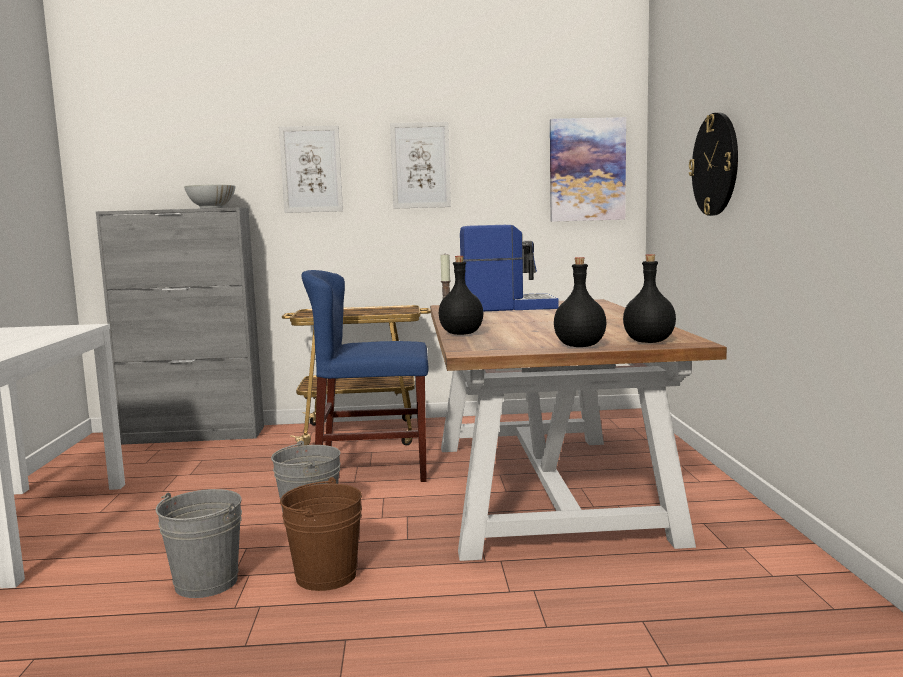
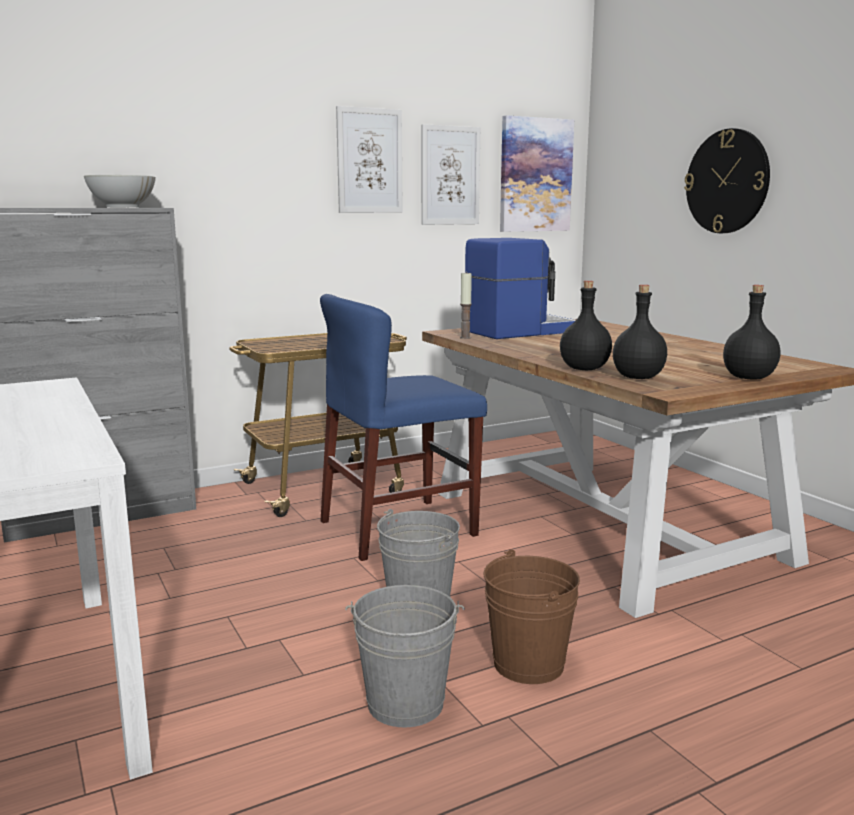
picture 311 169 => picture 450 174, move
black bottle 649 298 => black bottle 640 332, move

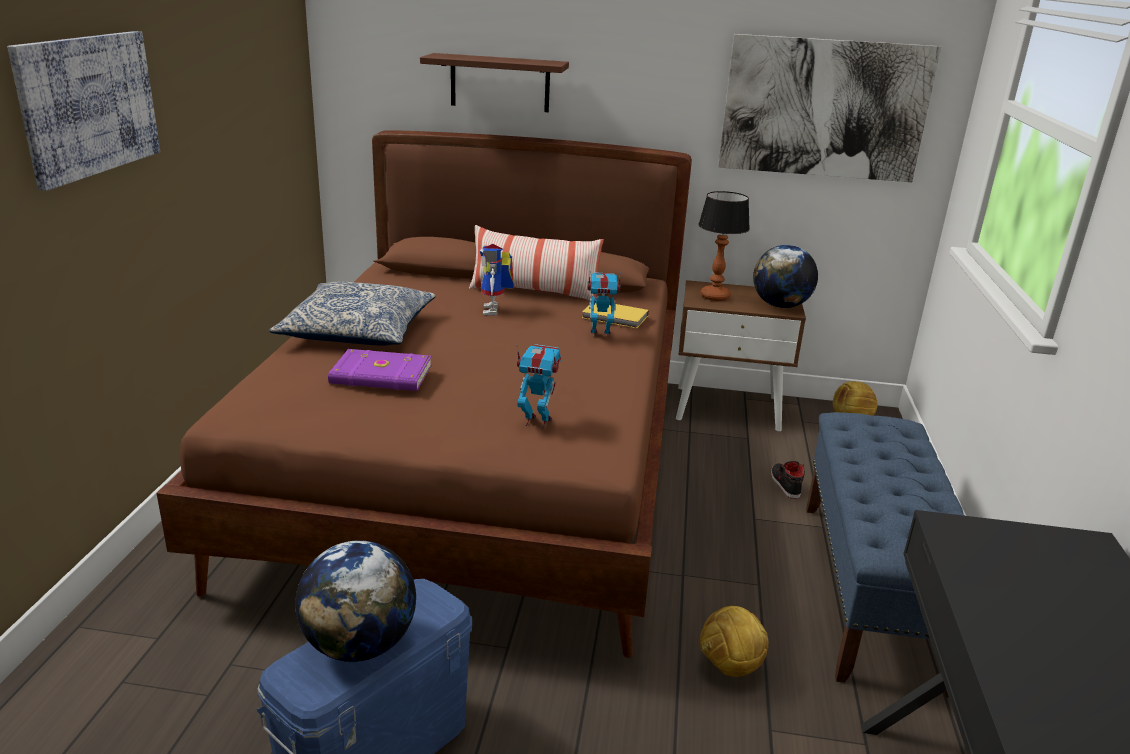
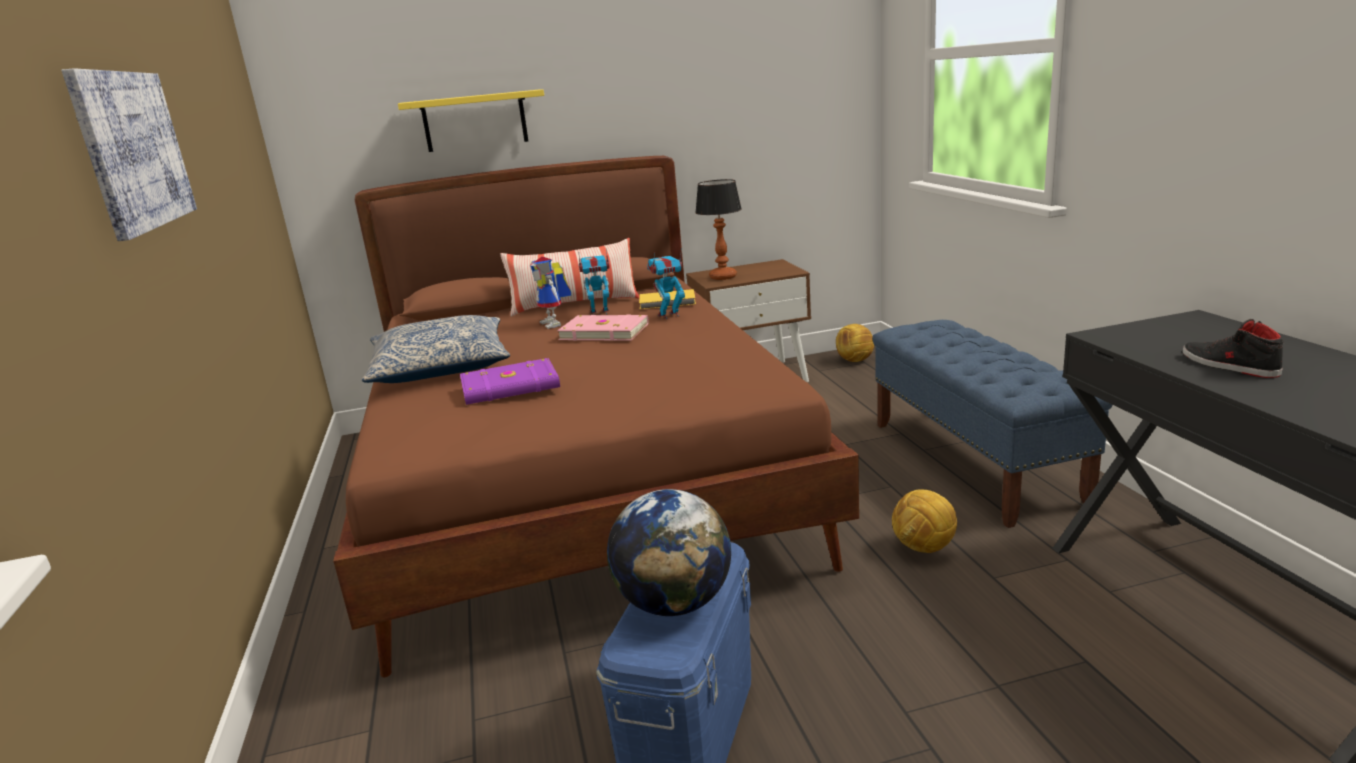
picture 829 108 => nothing
brown shelf 494 82 => yellow shelf 471 120
globe 785 276 => nothing
toy robot 539 386 => toy robot 594 281, move
black shoe 788 480 => black shoe 1232 348, move
nothing => pink book 603 328

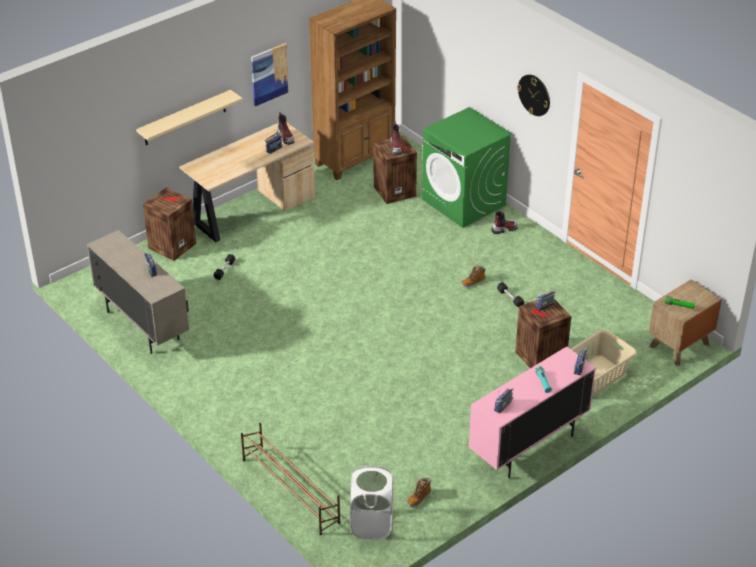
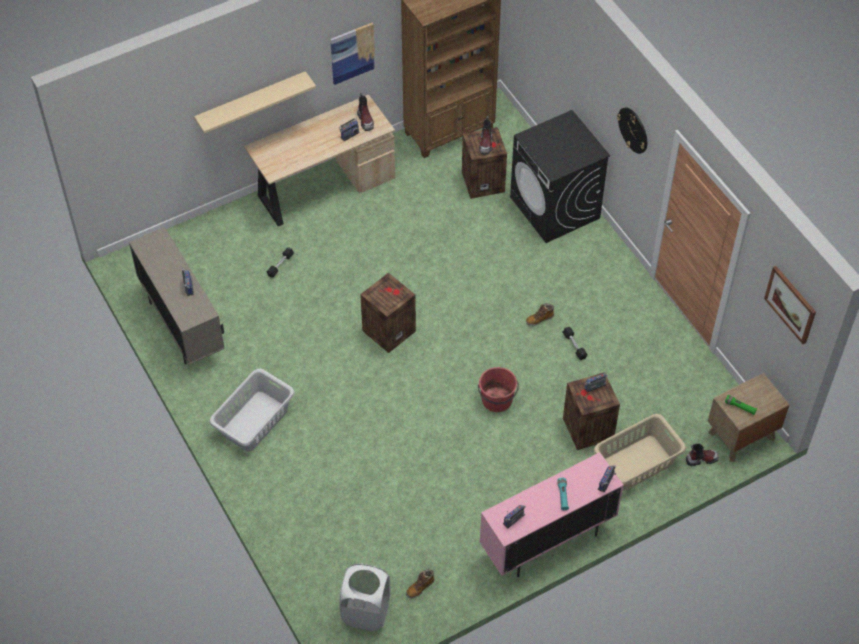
green washing machine 467 167 => black washing machine 560 176
crate 169 224 => crate 388 313, move
boot 504 223 => boot 702 455, move
brown shoe rack 290 479 => nothing
nothing => picture 790 305
nothing => red bucket 498 389
nothing => grey laundry basket 252 410

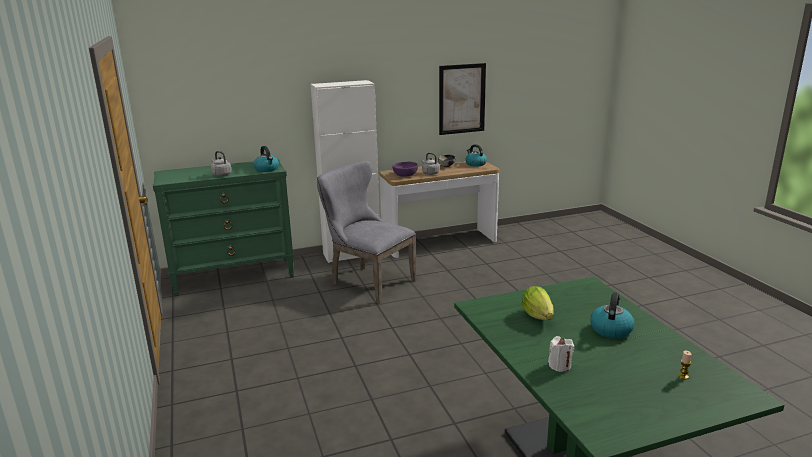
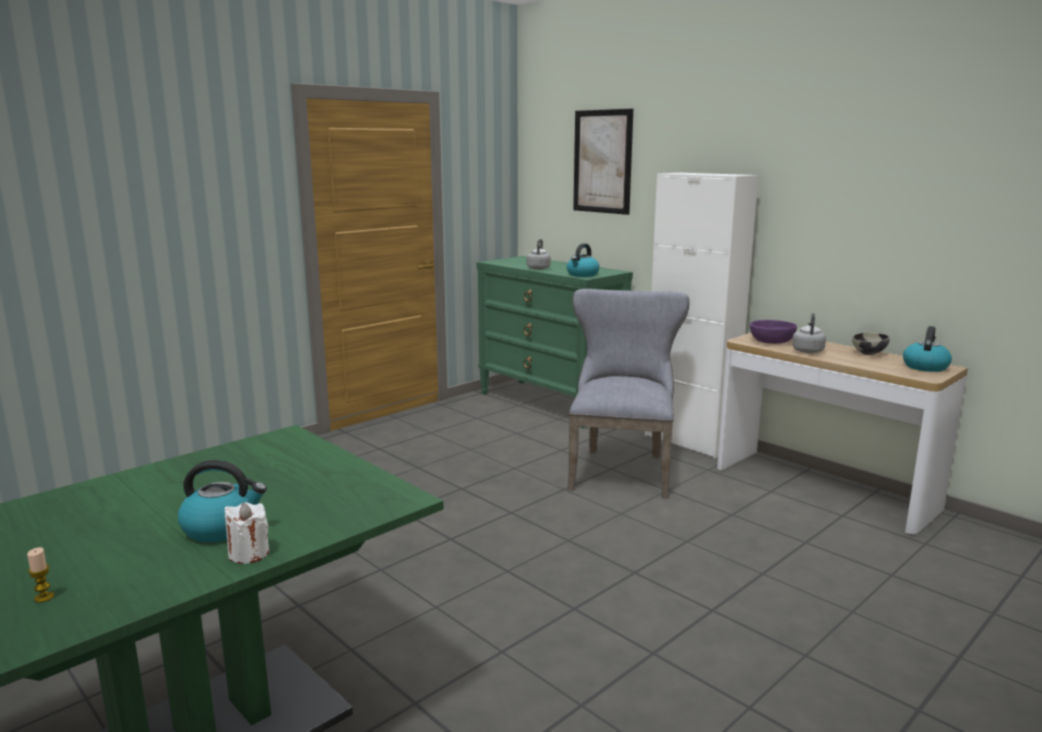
picture 462 99 => picture 603 162, move
lettuce 538 303 => nothing
white candle 561 354 => white candle 246 533, move

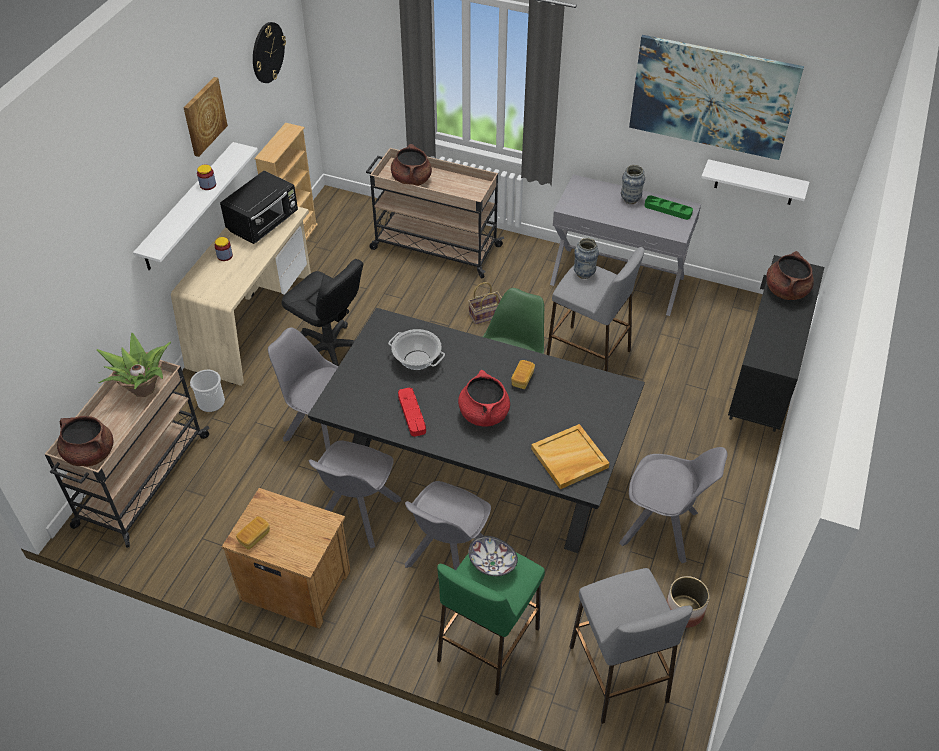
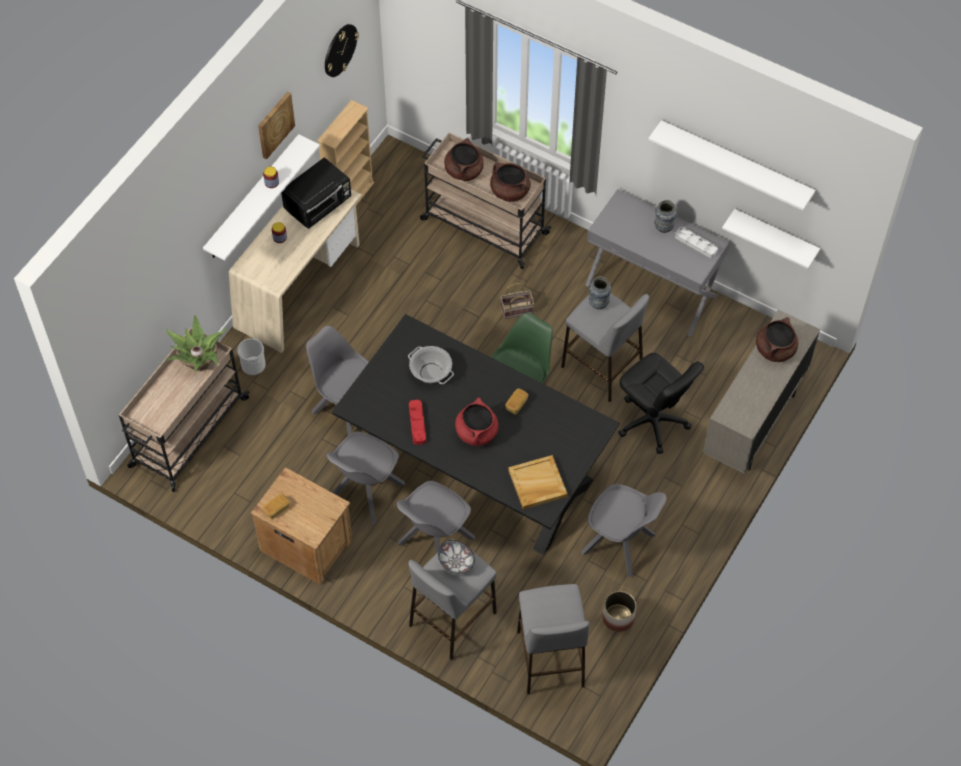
picture 716 97 => white shelf 731 165
green tray 668 207 => white tray 696 242
black cabinet 776 343 => beige cabinet 761 392
black office chair 322 312 => black office chair 661 403, move
brown cooking pot 85 441 => brown cooking pot 510 182, move
green stool 491 623 => grey stool 452 599

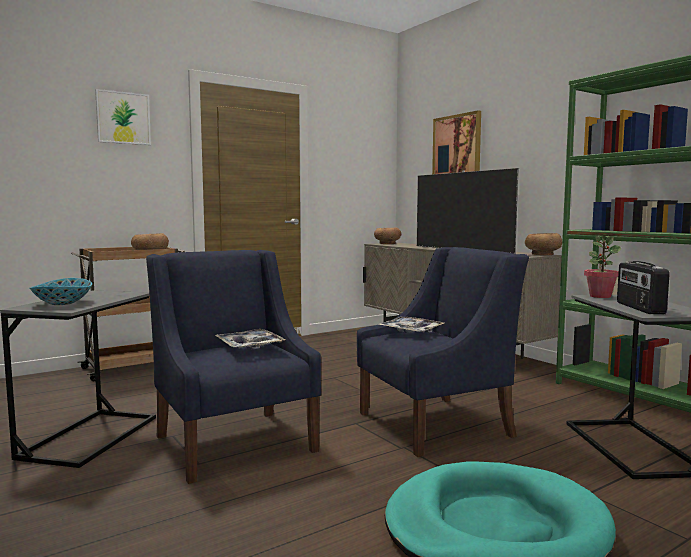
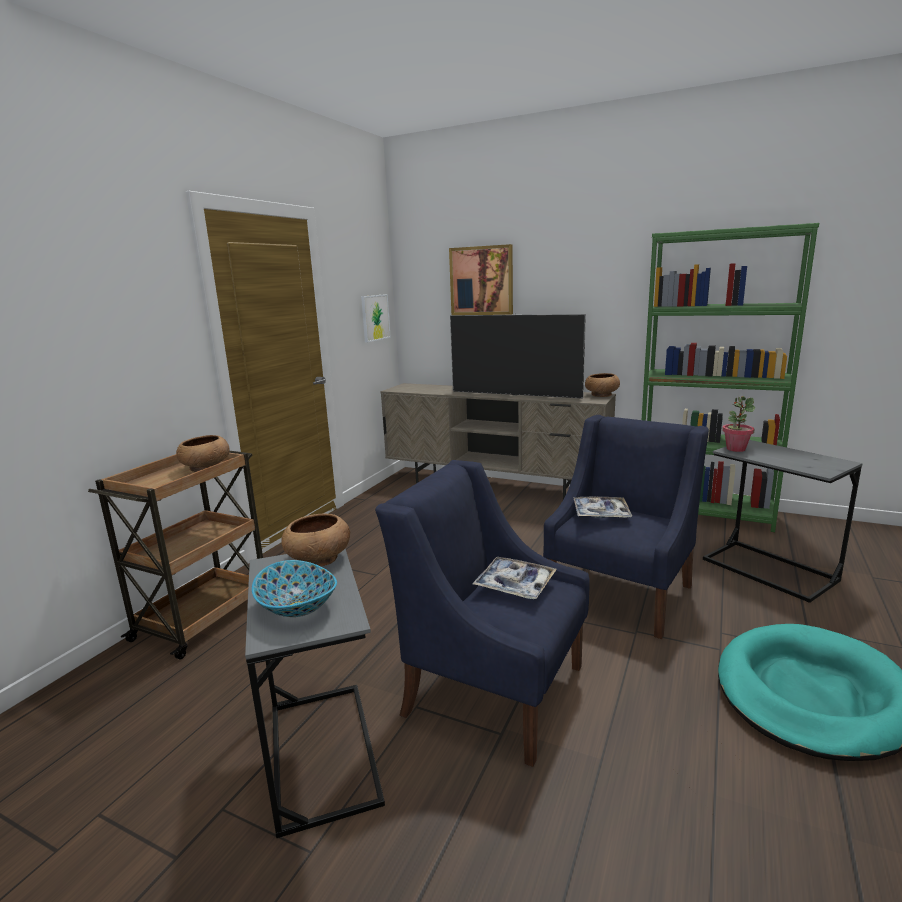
picture 123 117 => picture 376 318, move
brown bowl 387 236 => brown bowl 315 540, move
radio 643 287 => nothing

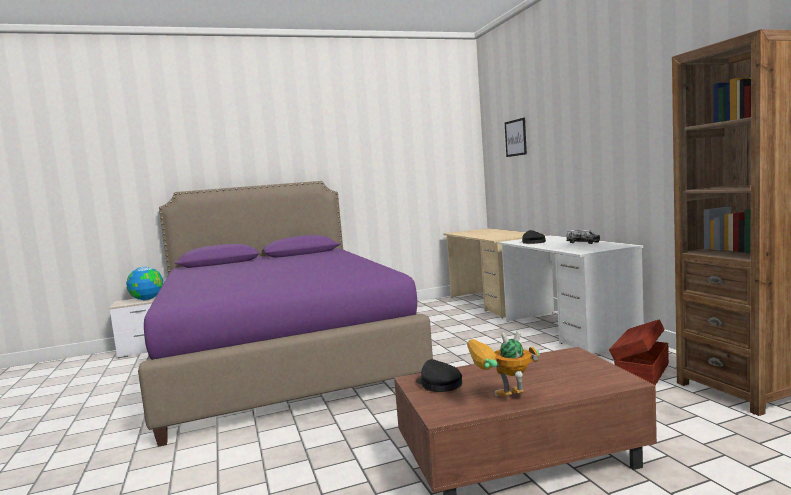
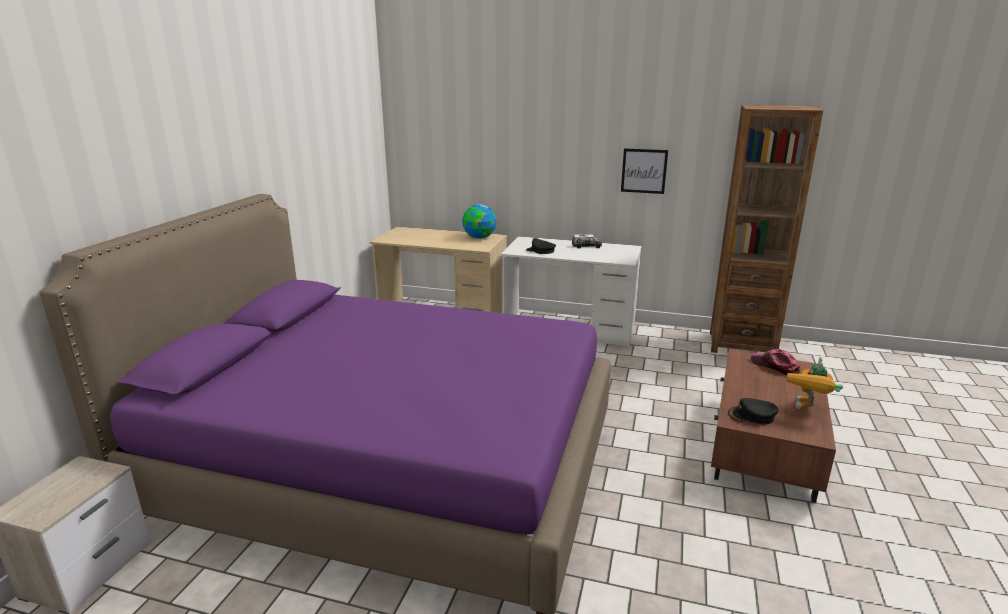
picture 516 137 => picture 644 171, move
globe 145 283 => globe 479 221, move
brown storage box 639 352 => nothing
nothing => cap 775 362

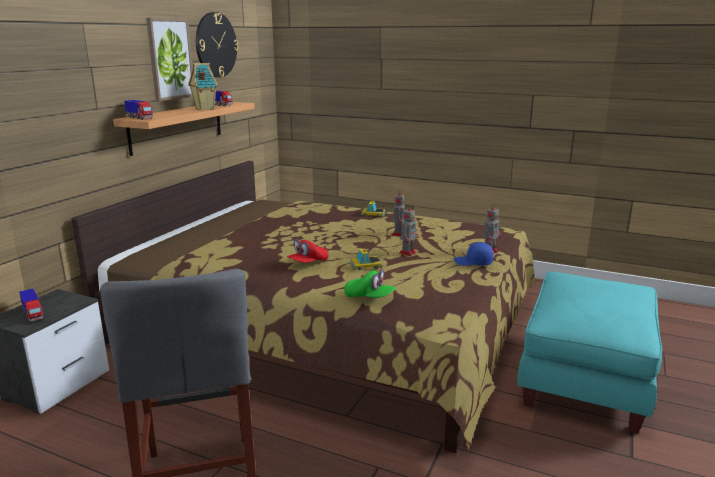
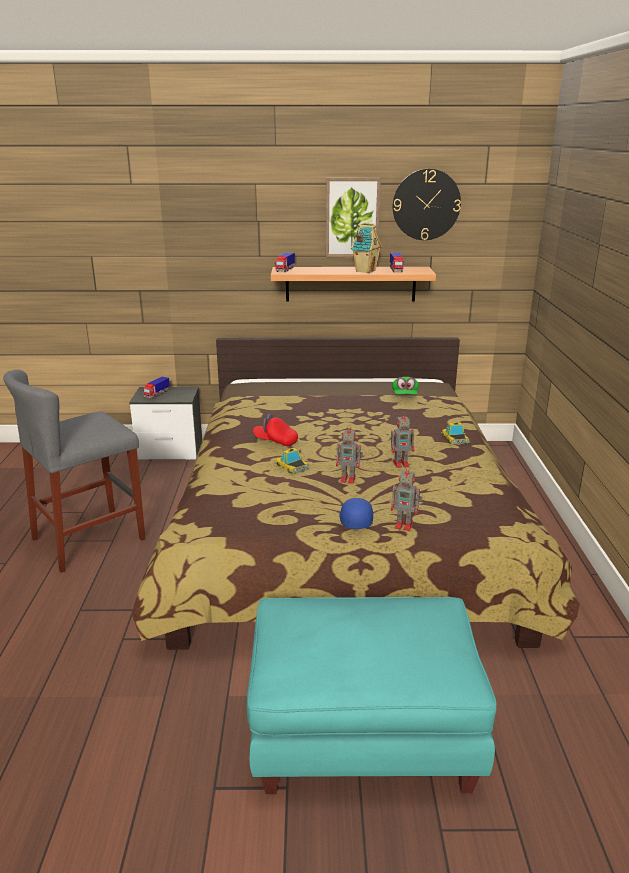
green cap 369 283 => green cap 405 386, move

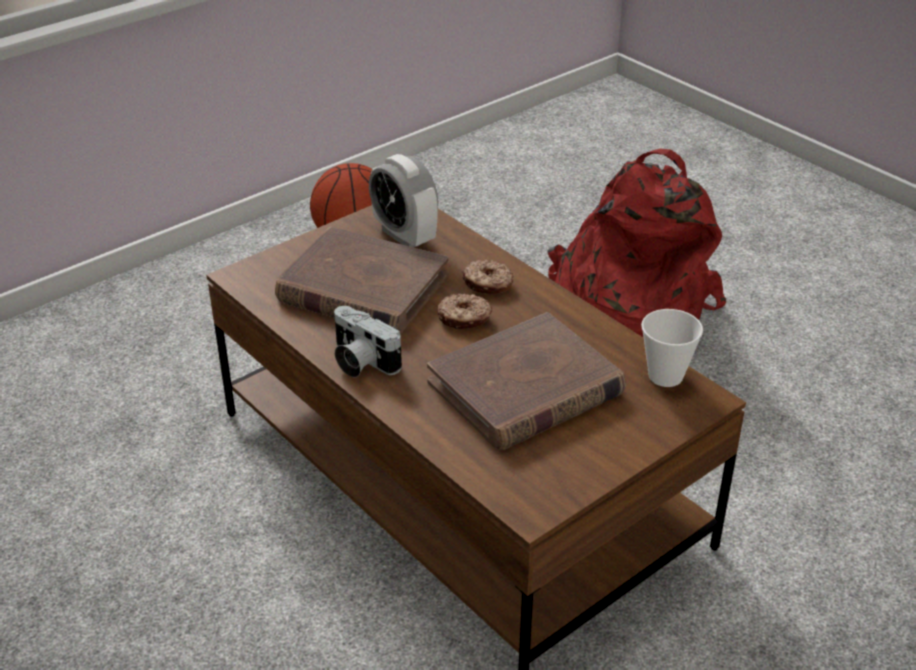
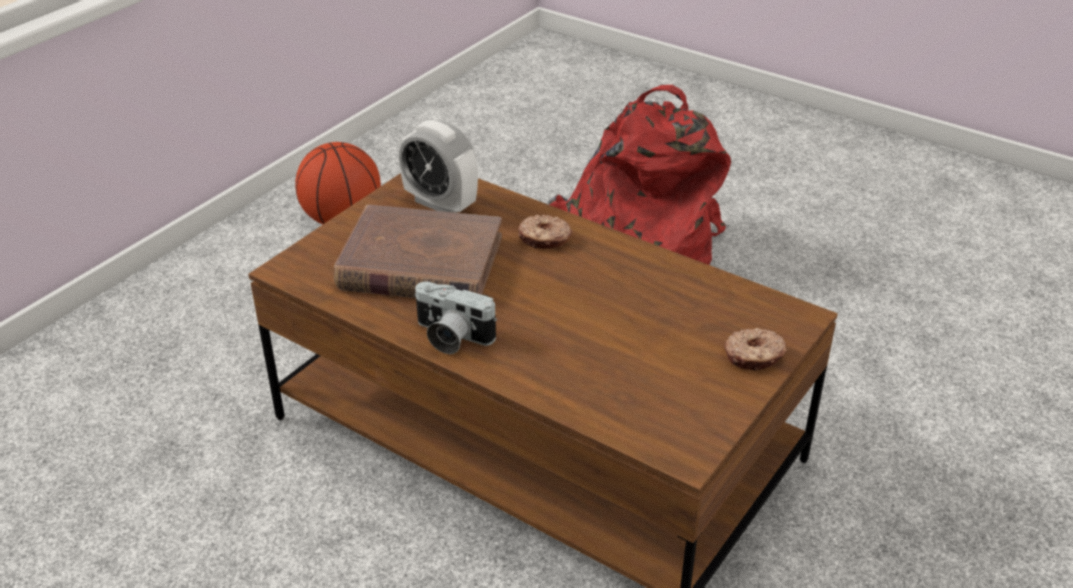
donut 465 311 => donut 756 349, move
cup 672 348 => nothing
brown book 526 381 => nothing

